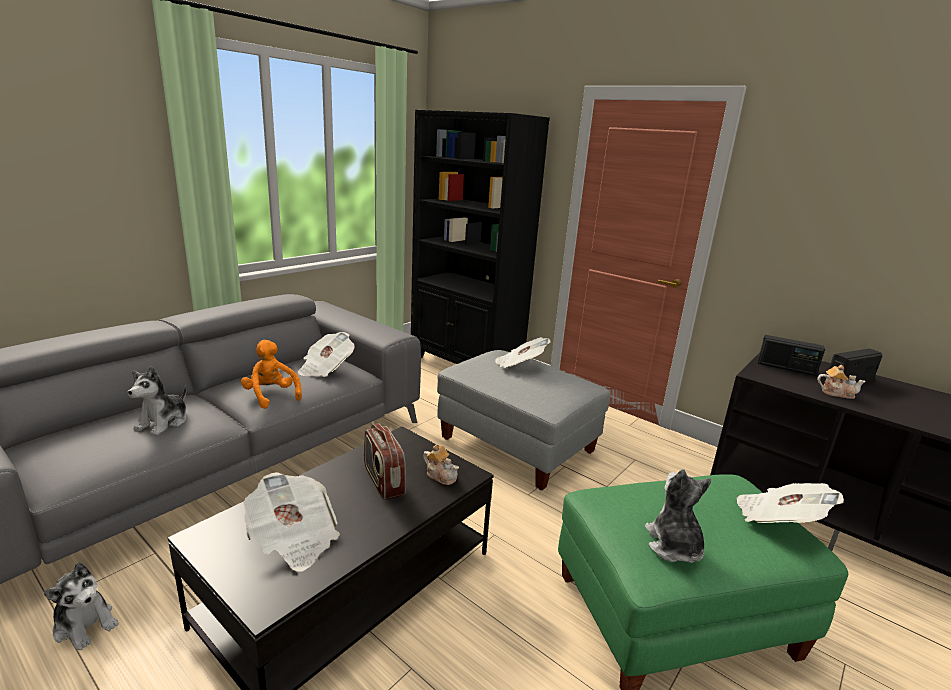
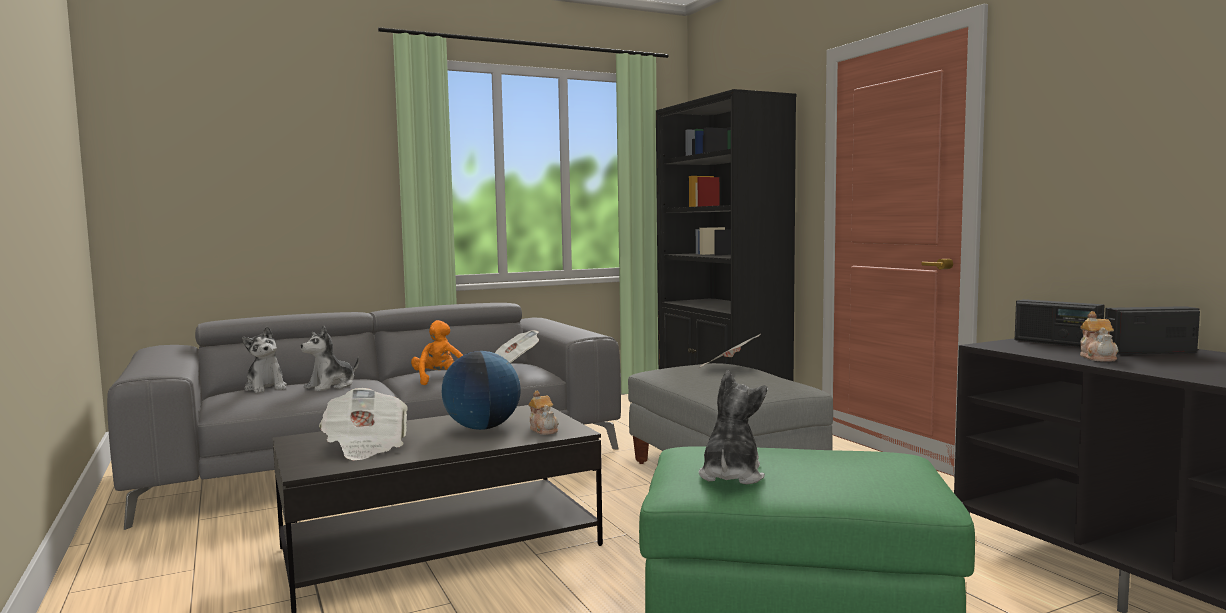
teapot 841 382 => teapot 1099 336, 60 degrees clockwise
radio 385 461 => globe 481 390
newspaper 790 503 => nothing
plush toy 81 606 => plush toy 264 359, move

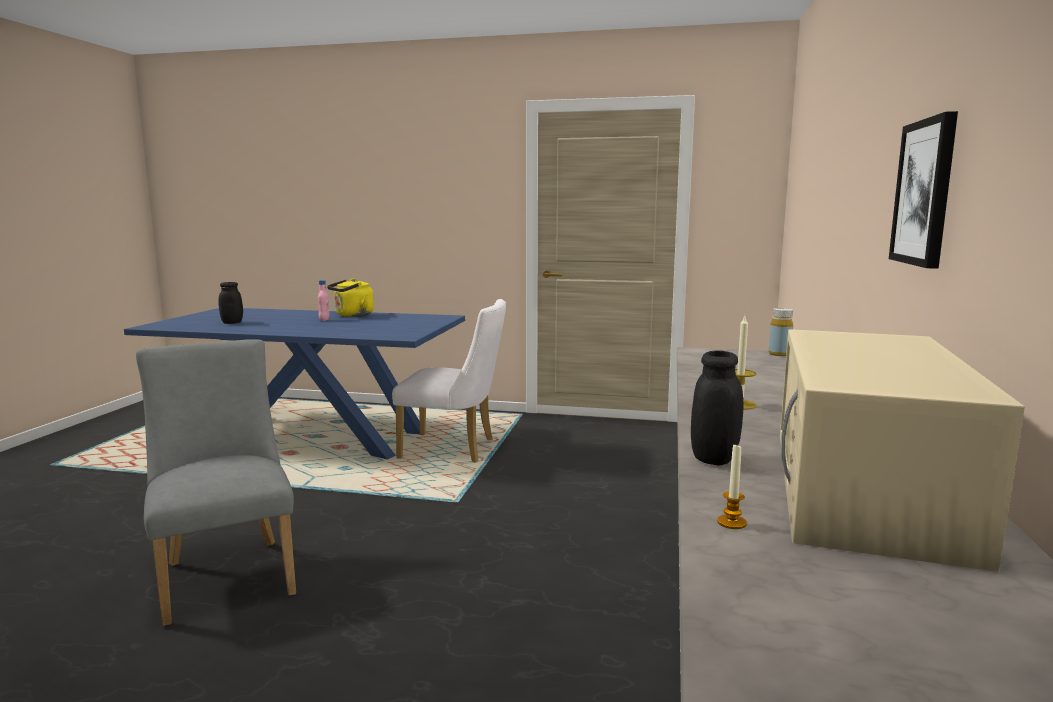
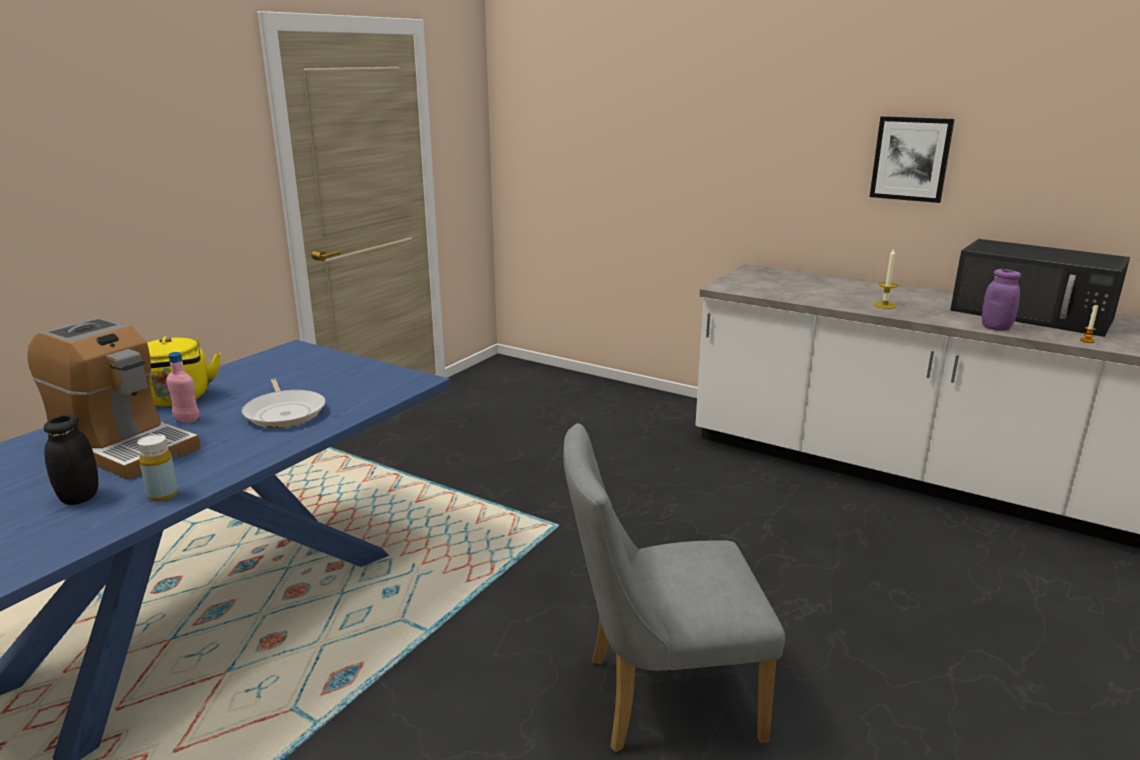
white chair 449 380 => nothing
yellow bottle 781 332 => yellow bottle 158 467, move
beige microwave 902 450 => black microwave 1040 288
black jar 717 408 => purple jar 1001 300
nothing => coffee machine 114 398
nothing => frying pan 284 403

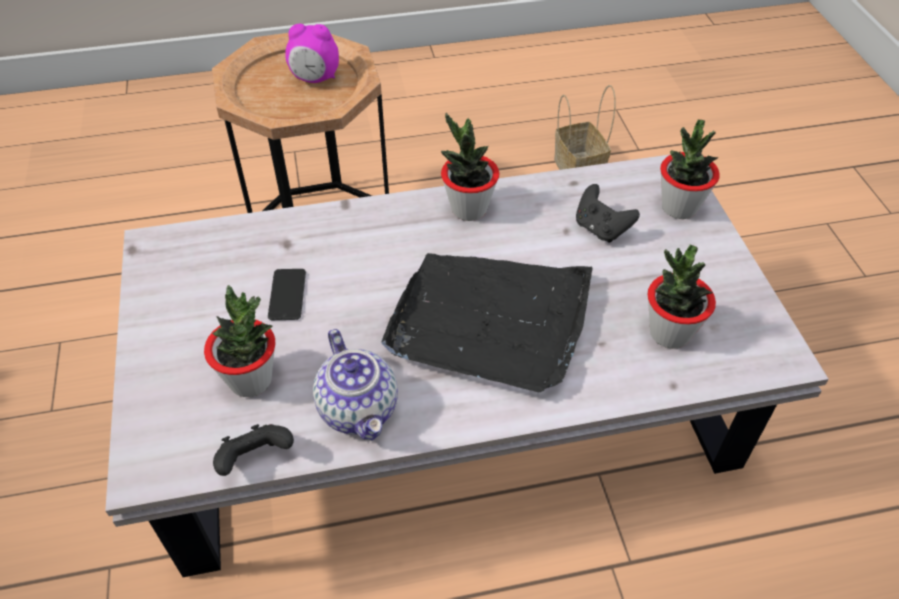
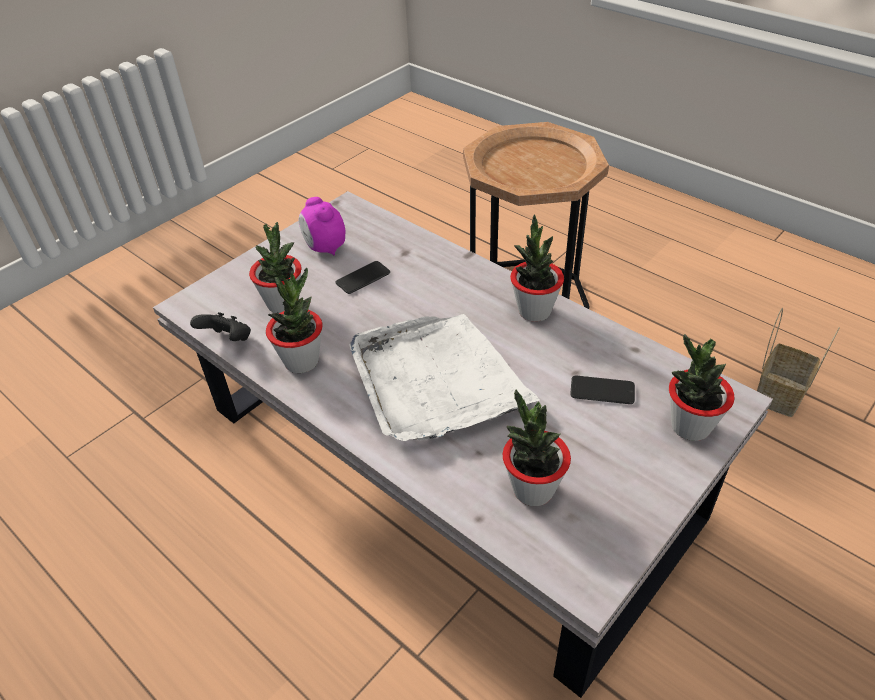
alarm clock 312 53 => alarm clock 322 226, move
black game controller 608 213 => phone 602 390
black tray 487 322 => white tray 444 377
teapot 355 385 => potted plant 294 320

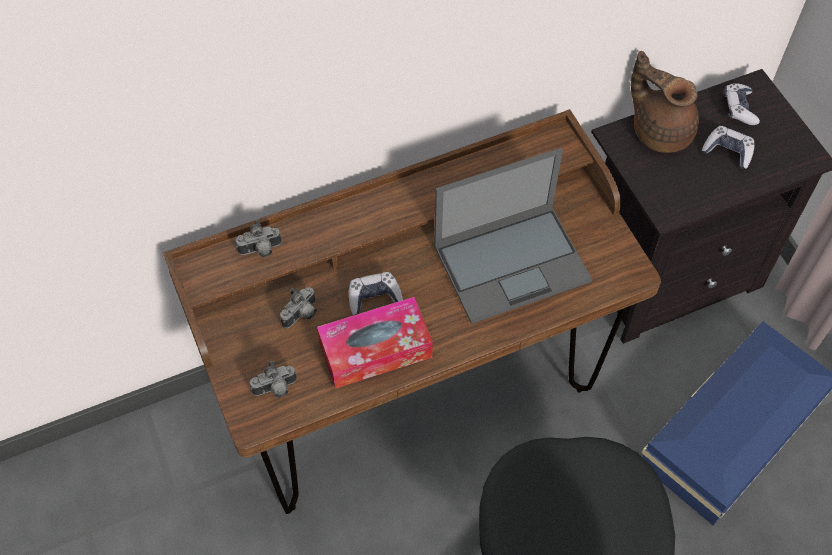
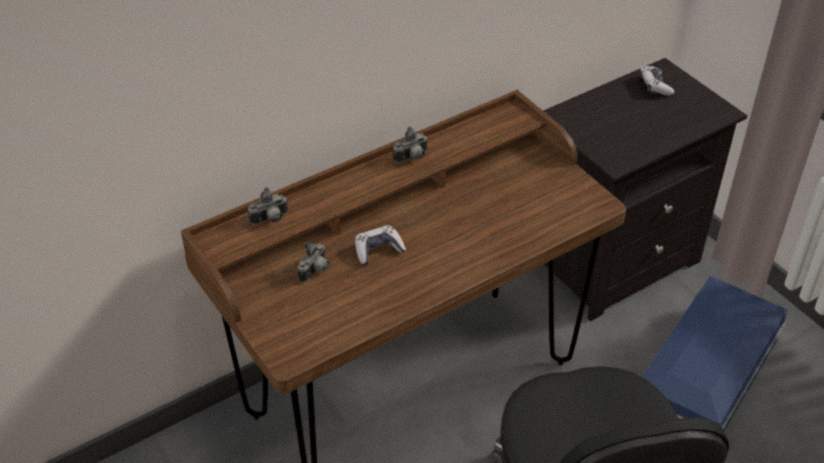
brown teapot 665 102 => nothing
game controller 728 147 => nothing
laptop 513 236 => nothing
tissue box 375 343 => nothing
photo camera 273 379 => photo camera 410 145, move

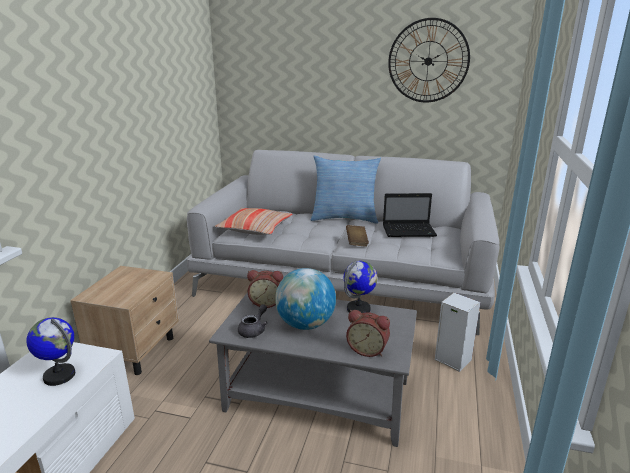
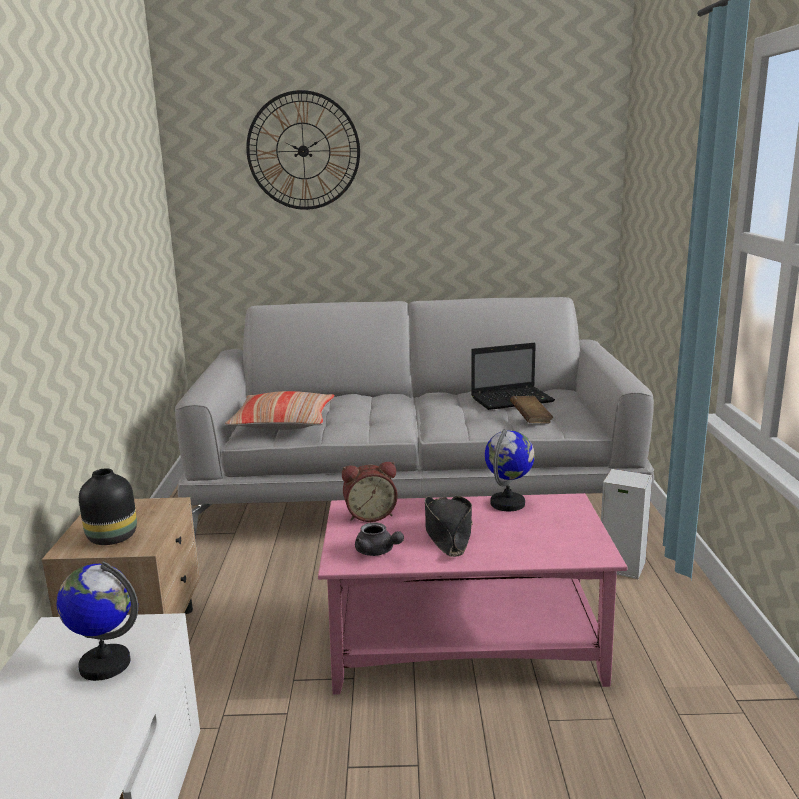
wall clock 429 60 => wall clock 303 150, move
pillow 346 190 => nothing
brown book 357 236 => brown book 531 409, move
globe 305 299 => black hat 449 526
grey coffee table 313 369 => pink coffee table 472 594
grey teapot 253 321 => grey teapot 379 539, 120 degrees clockwise
alarm clock 368 333 => nothing
nothing => black vase 108 506

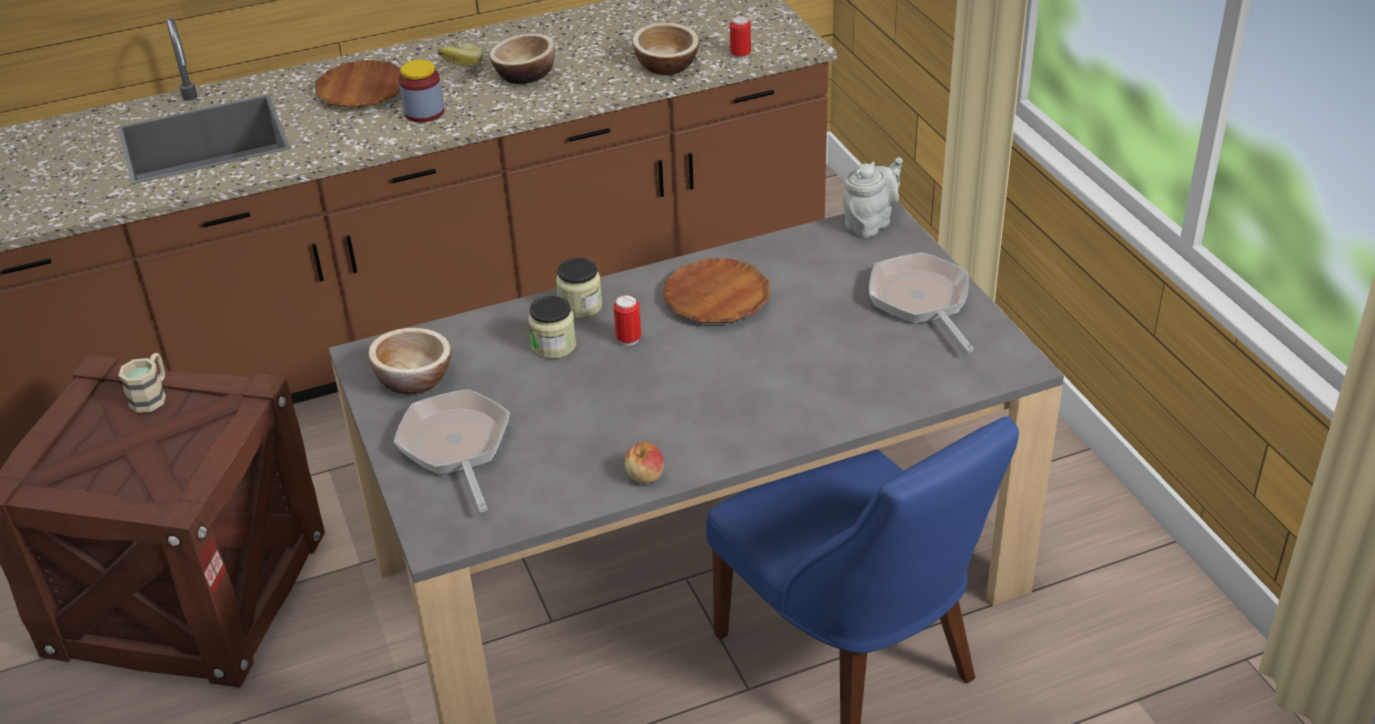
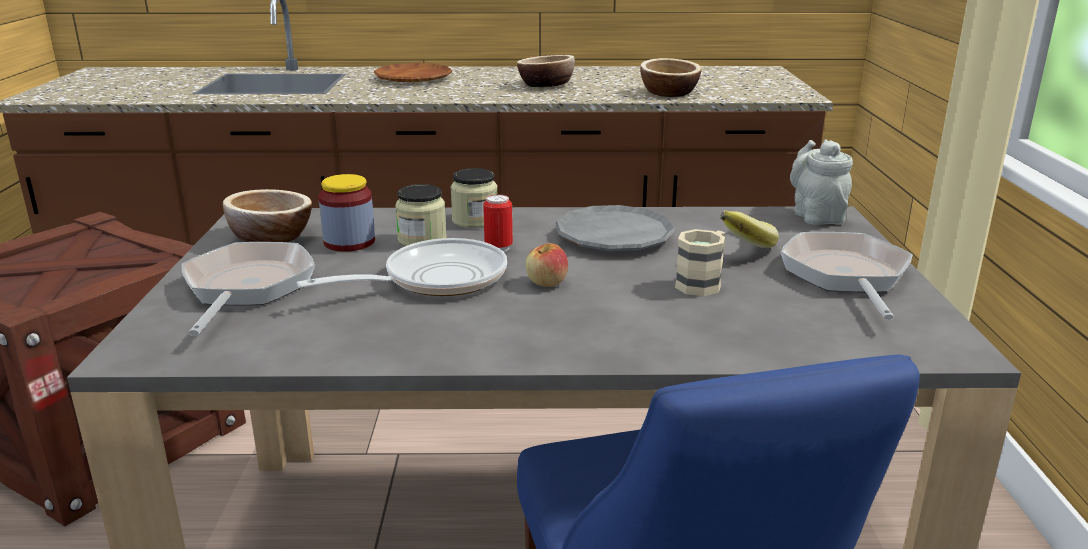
can 740 37 => nothing
banana 460 53 => banana 749 229, move
jar 421 91 => jar 347 213, move
grey teapot 872 197 => grey teapot 821 182, 75 degrees counterclockwise
brown plate 716 291 => grey plate 615 228
beige mug 142 383 => beige mug 700 262, move
apple 644 463 => apple 547 265, move
nothing => frying pan 402 267

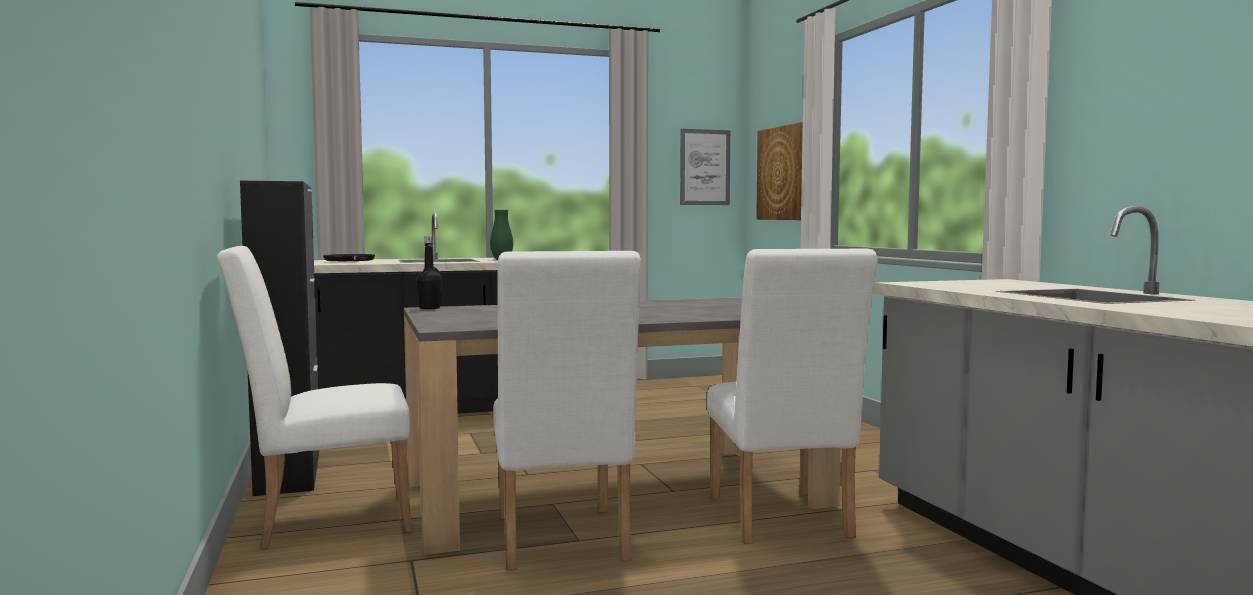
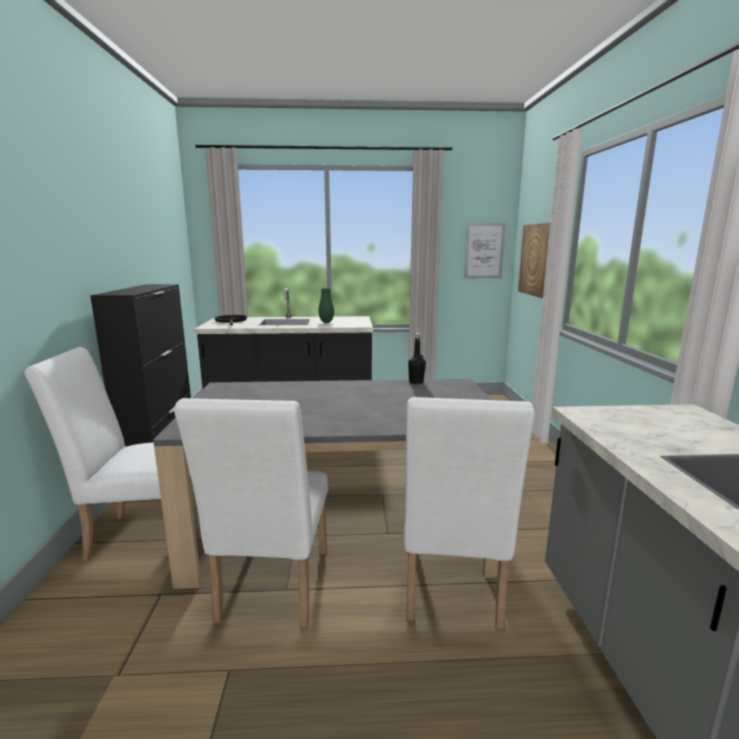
black bottle 429 272 => black bottle 417 359, move

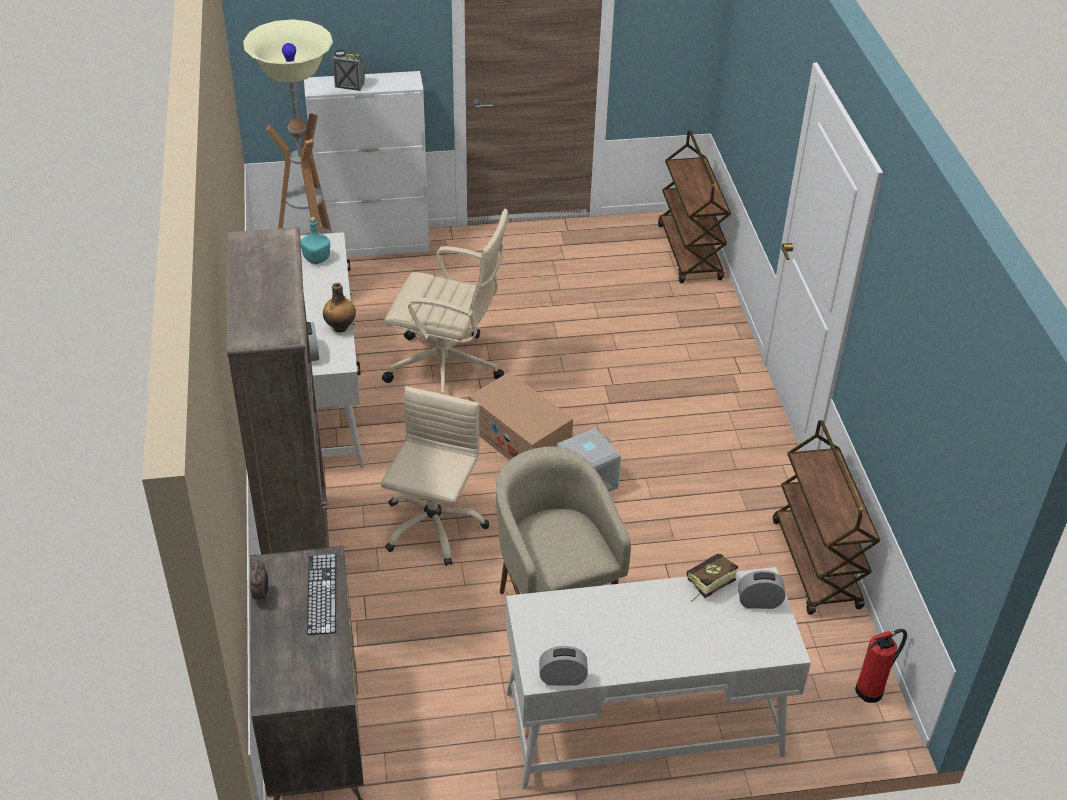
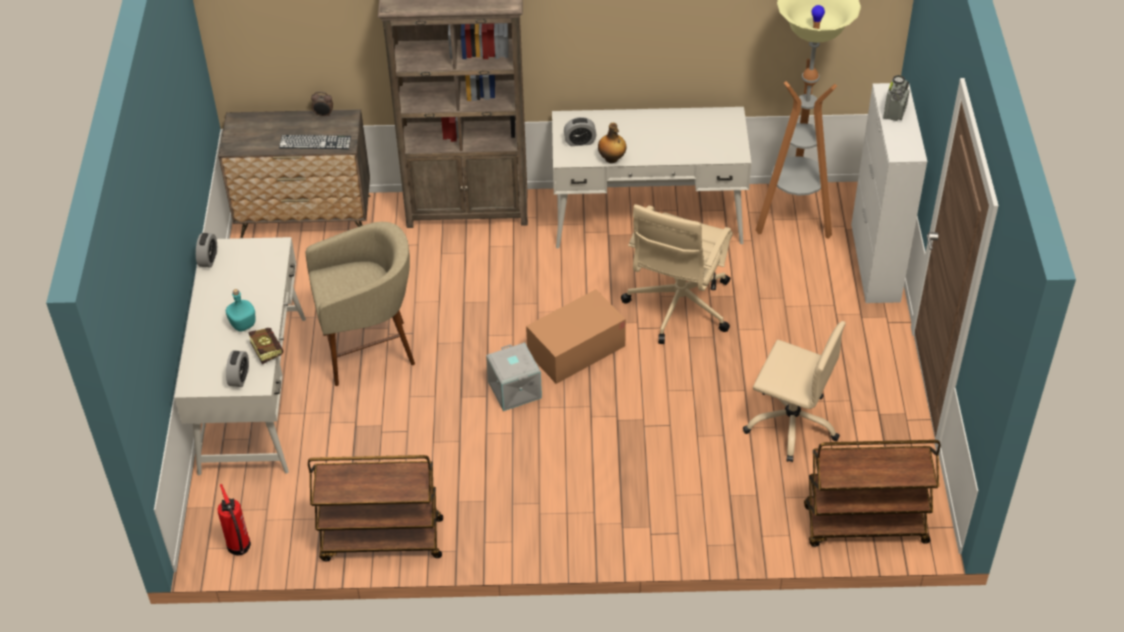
turquoise bottle 315 240 => turquoise bottle 241 310, move
beige office chair 435 476 => beige office chair 794 391, move

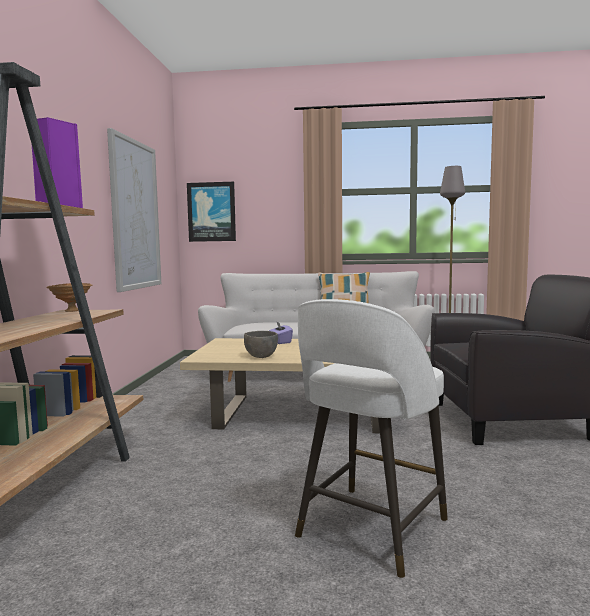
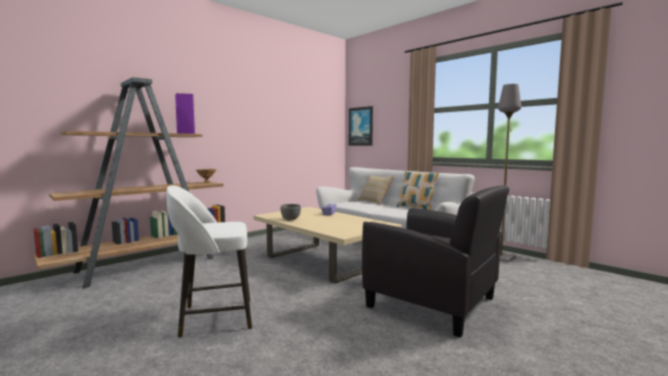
picture 134 210 => nothing
nothing => beige pillow 375 190

